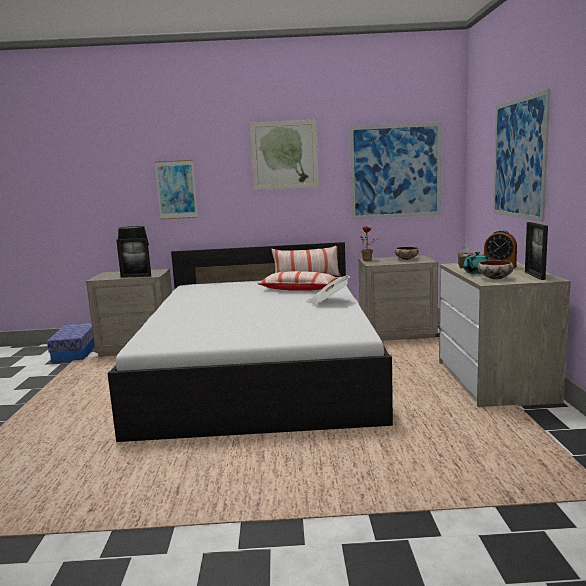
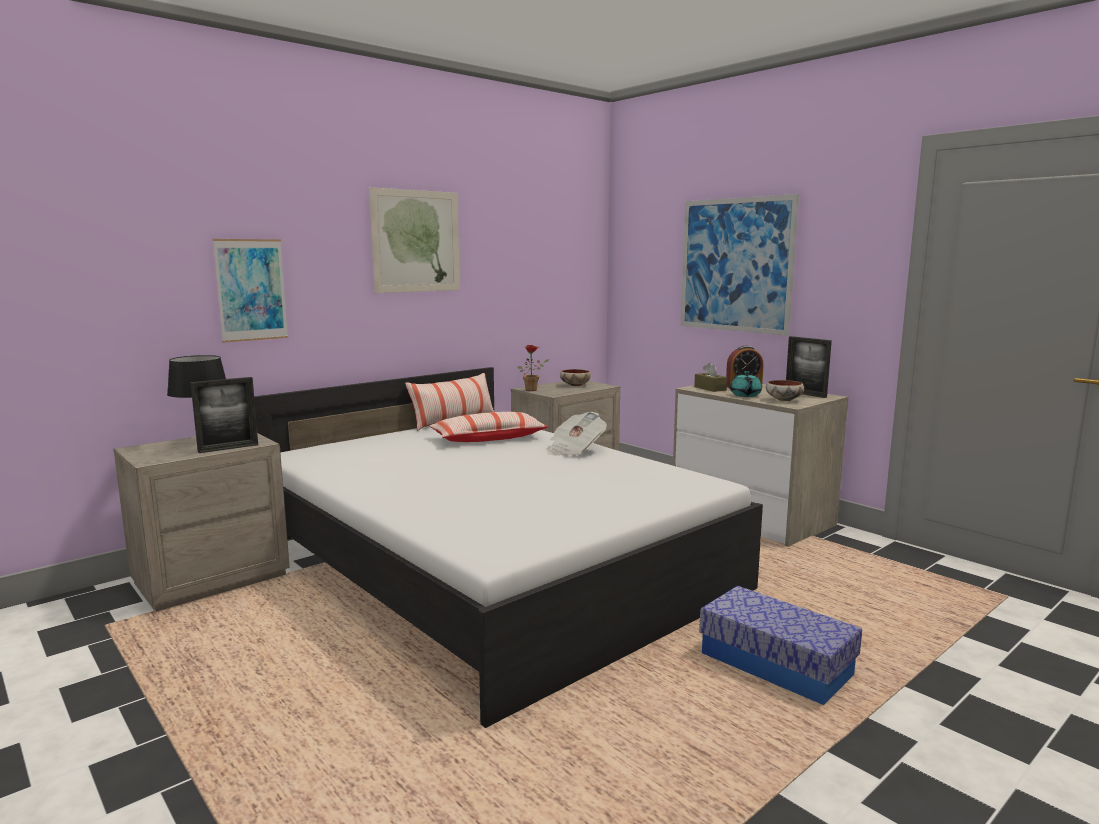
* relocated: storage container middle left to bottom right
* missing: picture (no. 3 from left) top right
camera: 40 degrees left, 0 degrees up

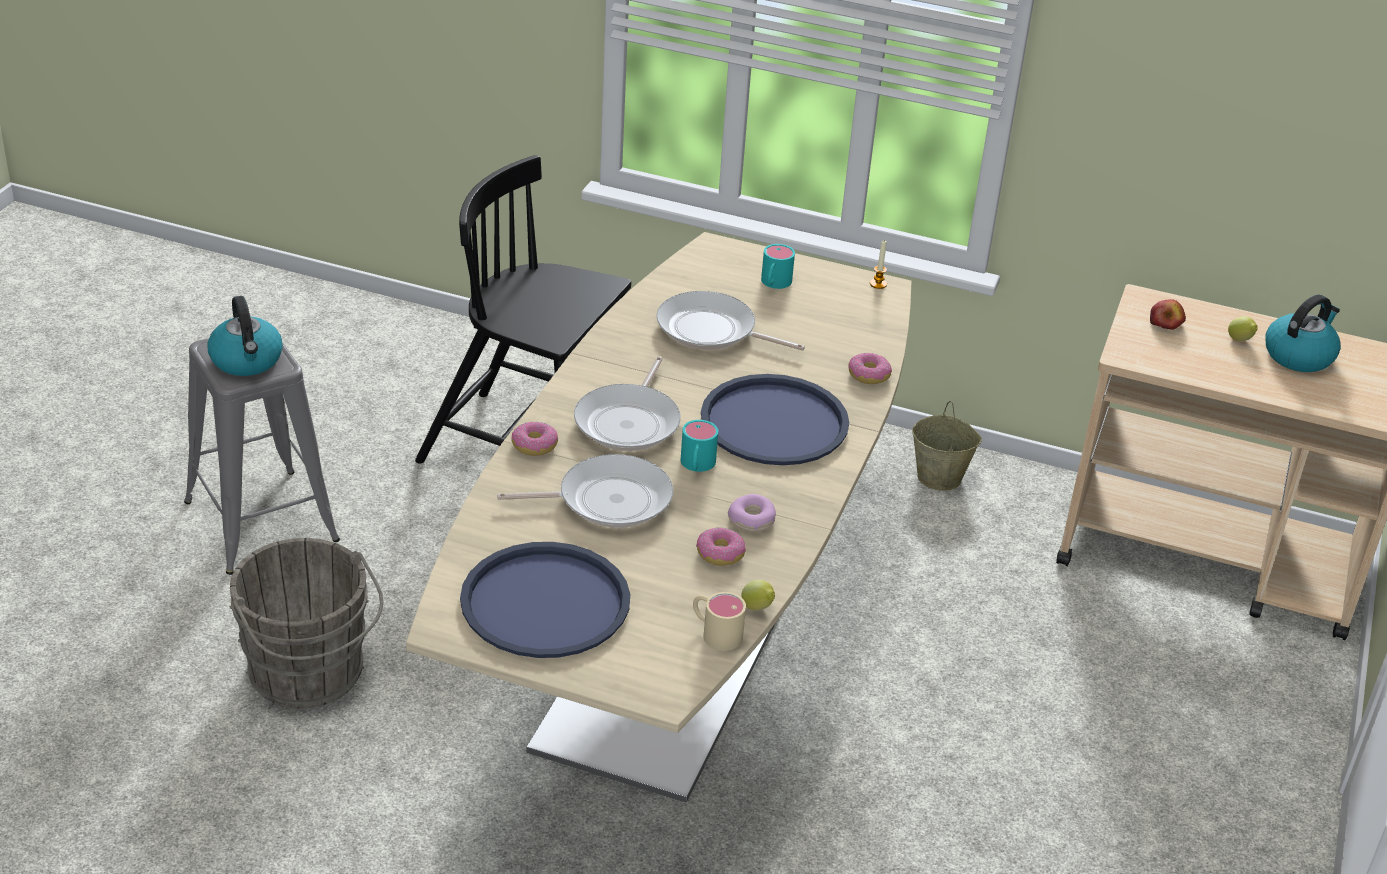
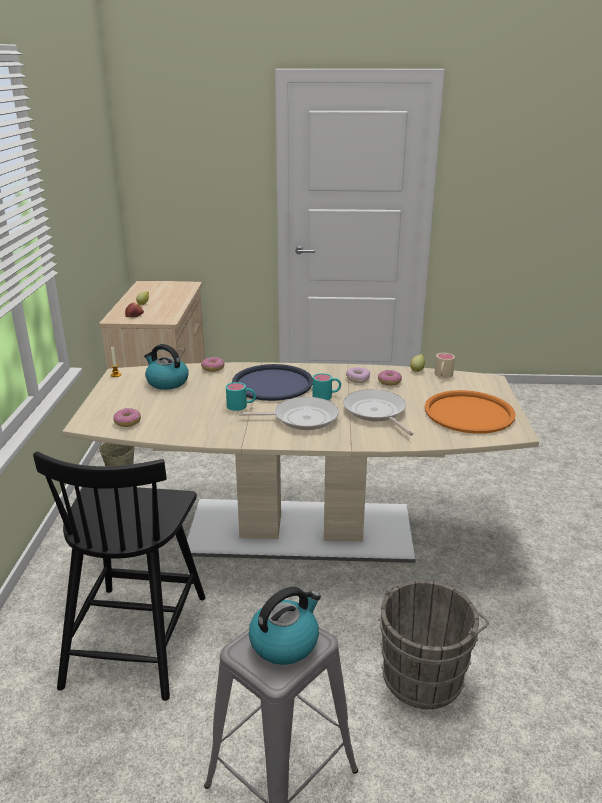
* colour: blue-coloured tray (no. 1 from left) bottom centre to orange tray middle right
* relocated: ring doughnut (no. 1 from left) centre to middle left
* missing: skillet (no. 3 from left) centre
* relocated: turquoise-coloured mug (no. 2 from left in the first image) top centre to turquoise-coloured mug (no. 1 from left) centre
* relocated: water kettle (no. 2 from left in the first image) middle right to water kettle (no. 1 from left) middle left
camera: 105 degrees left, 10 degrees down

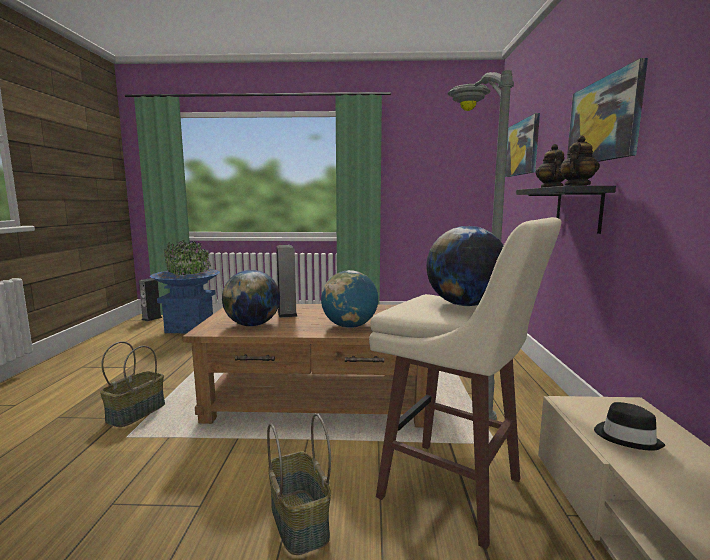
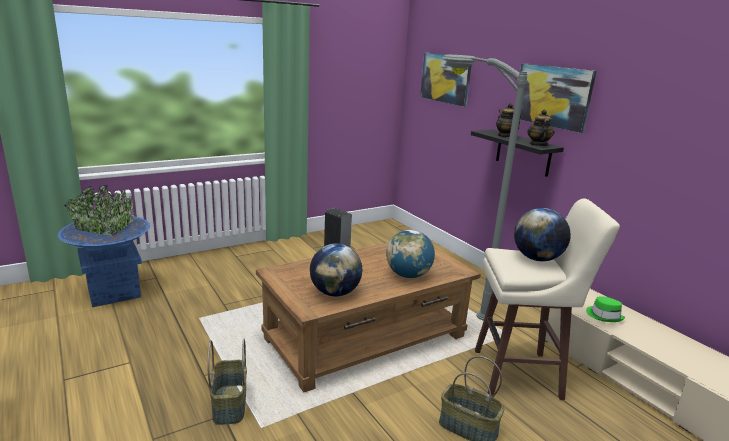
* missing: loudspeaker (no. 1 from left) middle left
* colour: blackish wearable hat bottom right to green wearable hat bottom right
camera: 35 degrees left, 10 degrees up

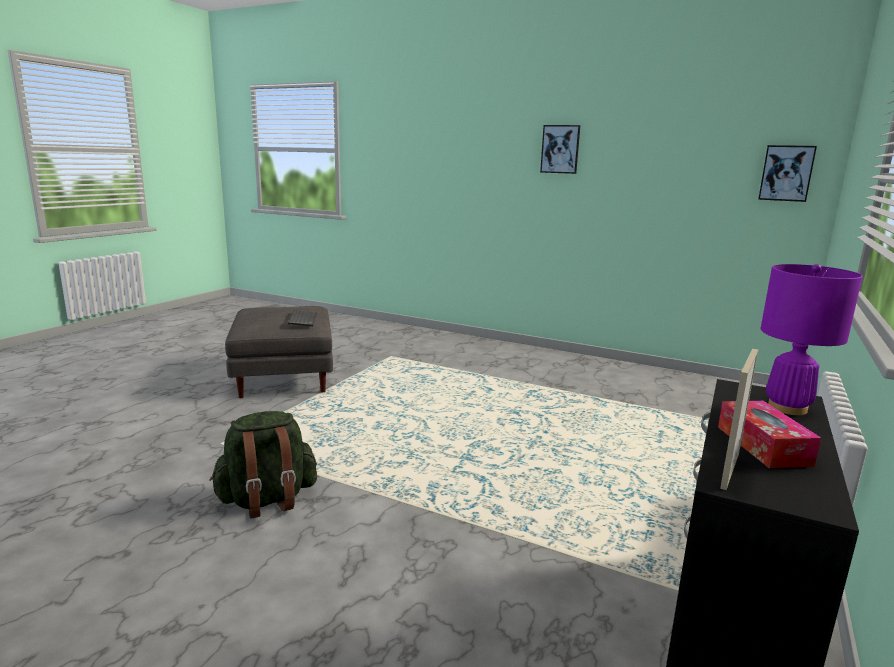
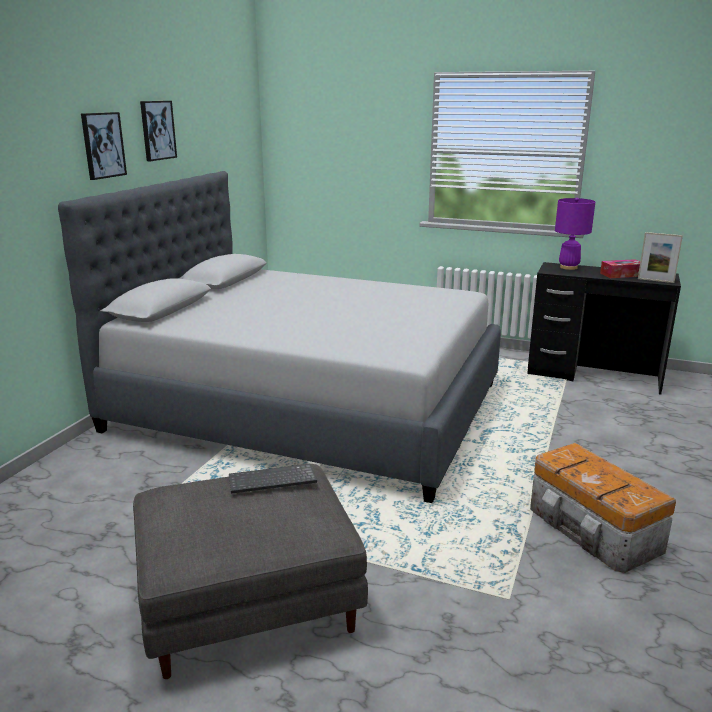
* exchanged: green knapsack bottom left to storage container bottom right
* relocated: picture (no. 2 from left) top right to top left
* appeared: gray bed centre
camera: 95 degrees left, 5 degrees up

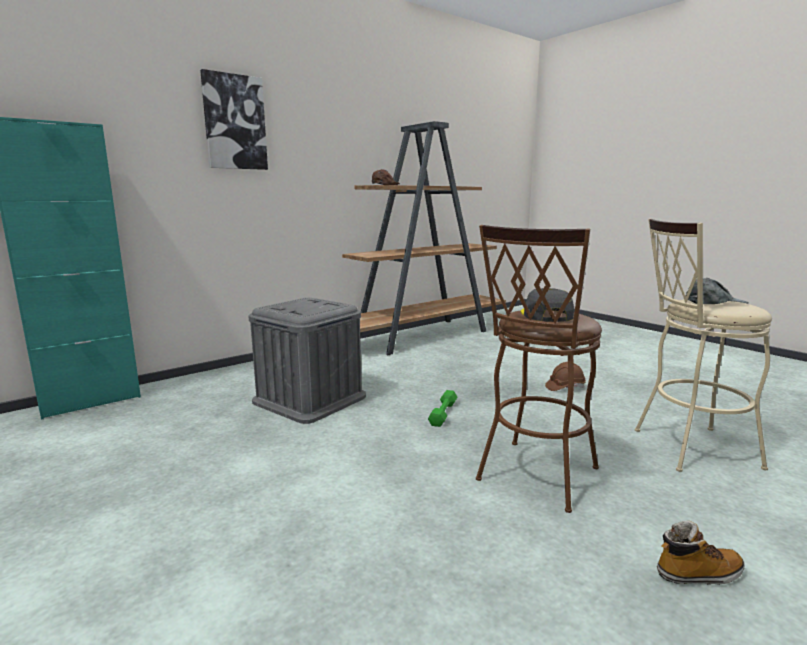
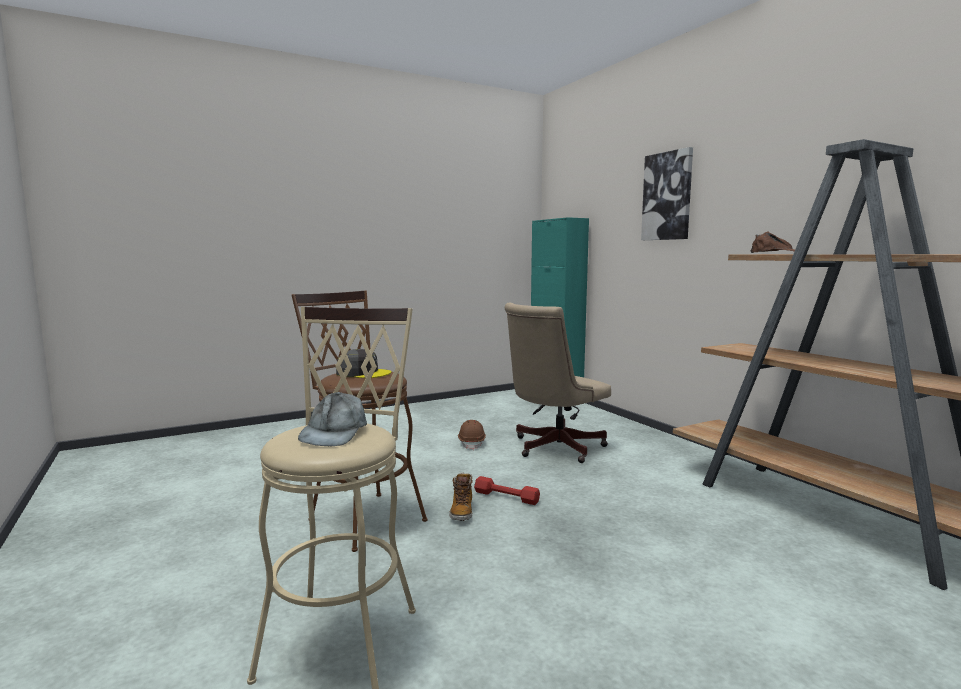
* exchanged: gray storage container centre to sand-coloured computer chair centre
* colour: green free weight centre to red free weight bottom centre
* relocated: brown-coloured work helmet middle right to centre
* relocated: tall boot bottom right to bottom centre
camera: 100 degrees right, 5 degrees down

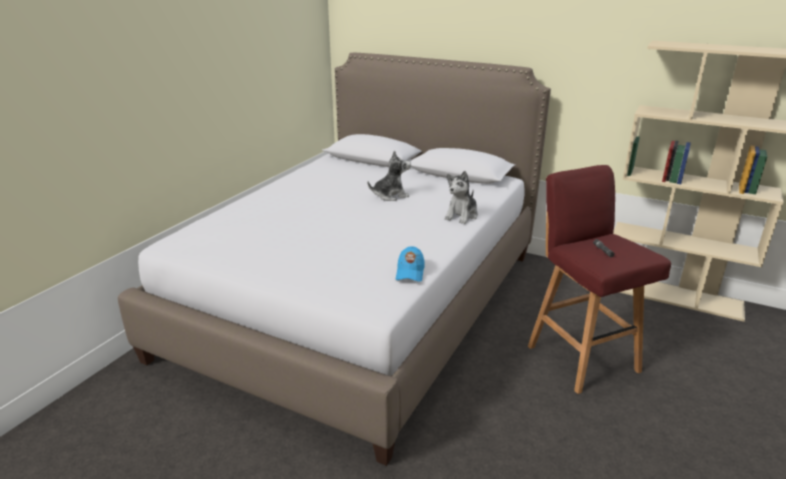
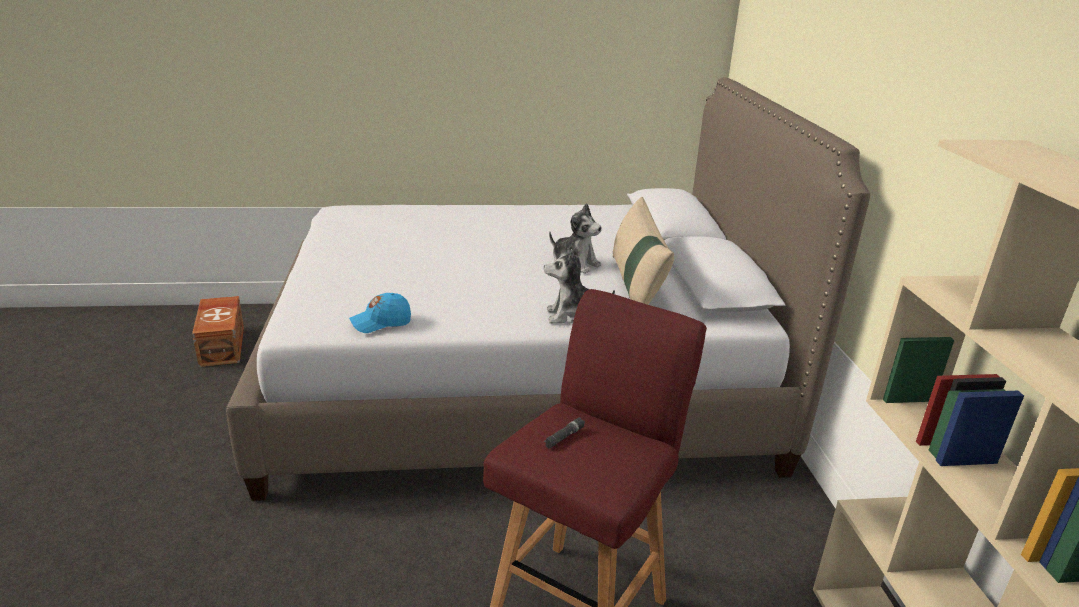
* appeared: brown-coloured storage container middle left
* appeared: sand-coloured throw pillow centre
camera: 55 degrees right, 0 degrees up

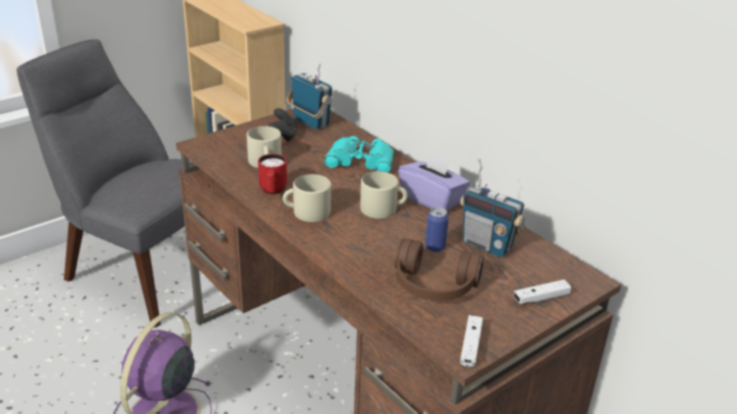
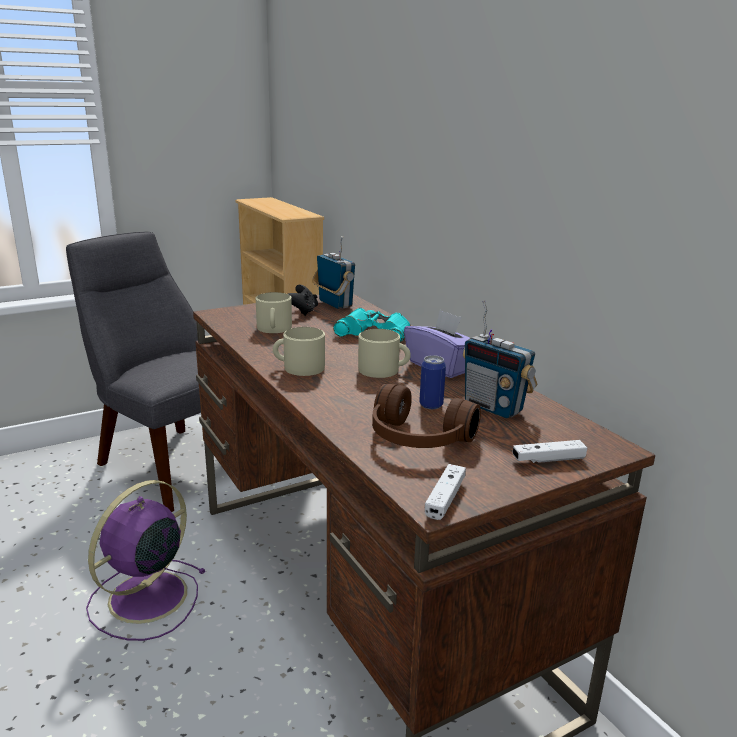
* missing: red mug centre
camera: 10 degrees right, 10 degrees down

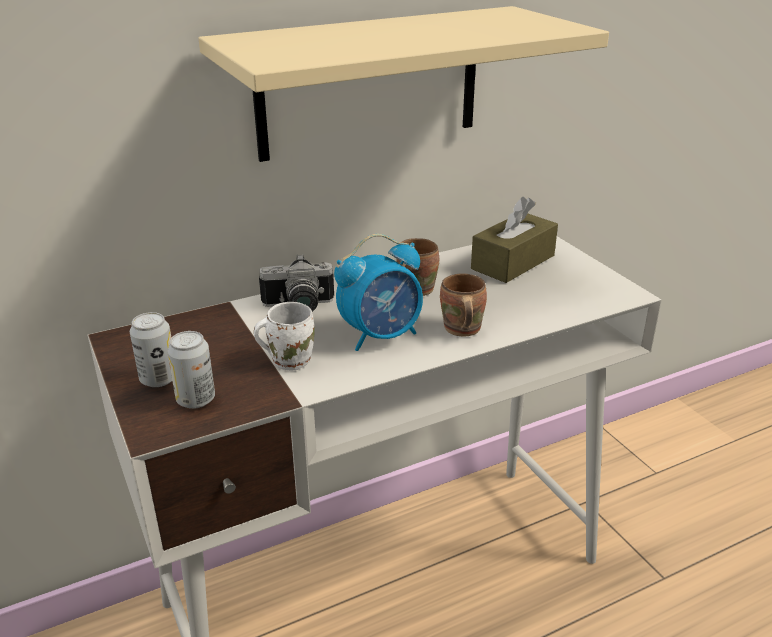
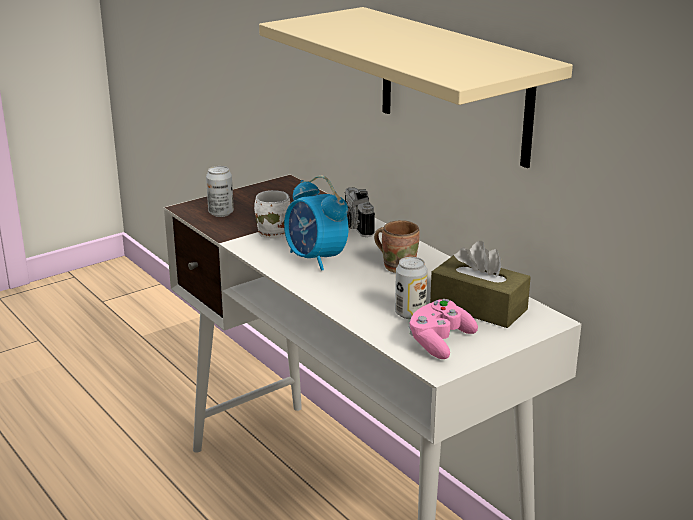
* relocated: metal can (no. 1 from left in the first image) middle left to metal can (no. 2 from left) centre
* missing: brown-coloured mug (no. 2 from left) centre
* appeared: pink joypad centre
camera: 80 degrees right, 5 degrees down

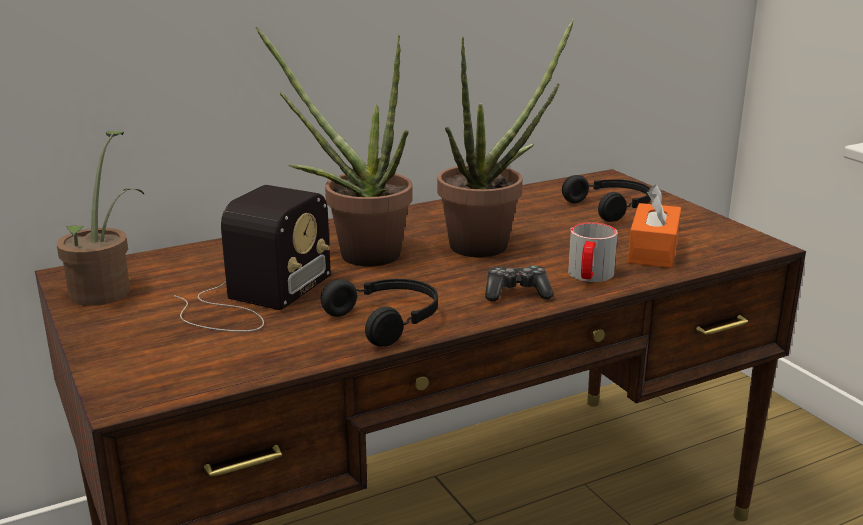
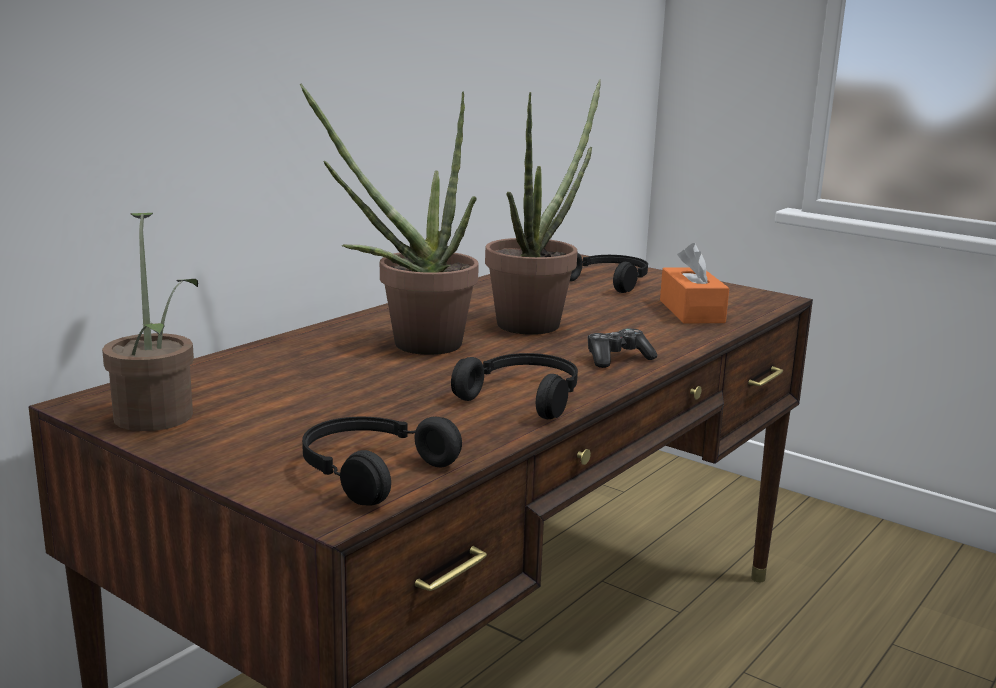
* missing: radio set middle left
* missing: mug middle right
* appeared: blackish headphones (no. 1 from left) bottom centre
camera: 25 degrees left, 5 degrees down

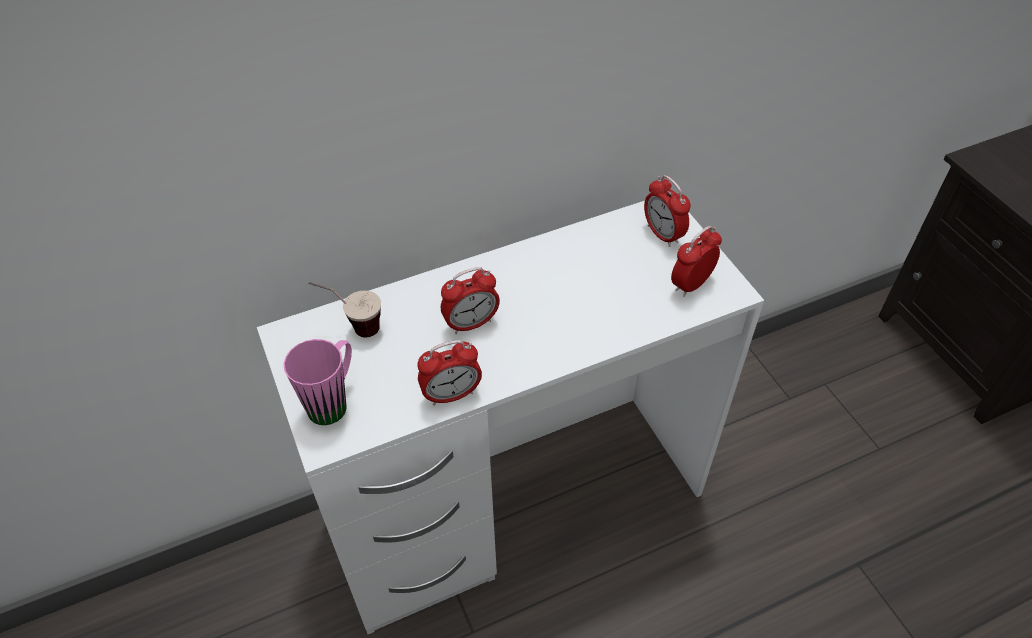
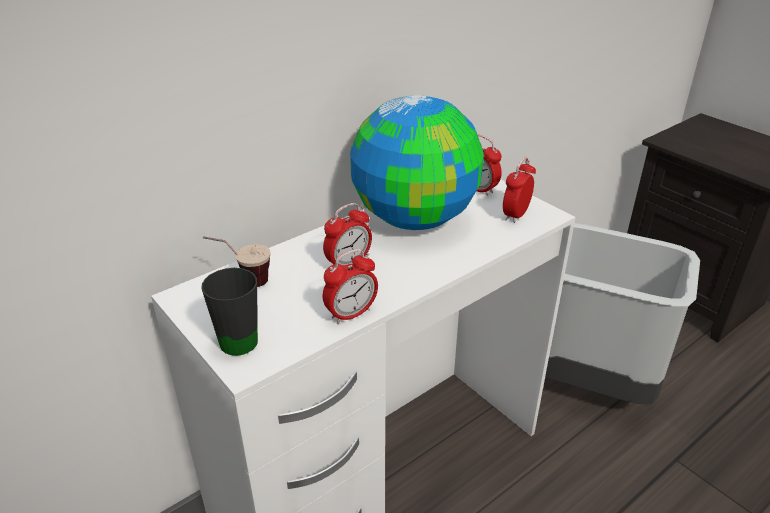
* colour: pink mug middle left to blackish mug middle left
* appeared: globe top centre
* appeared: gray waste bin middle right
camera: 15 degrees left, 15 degrees down

